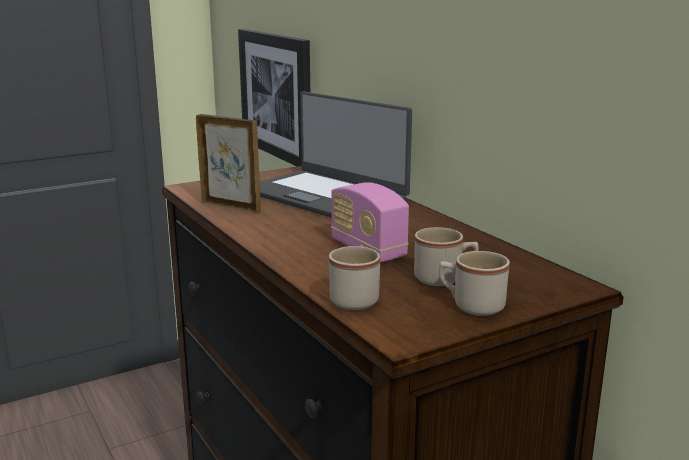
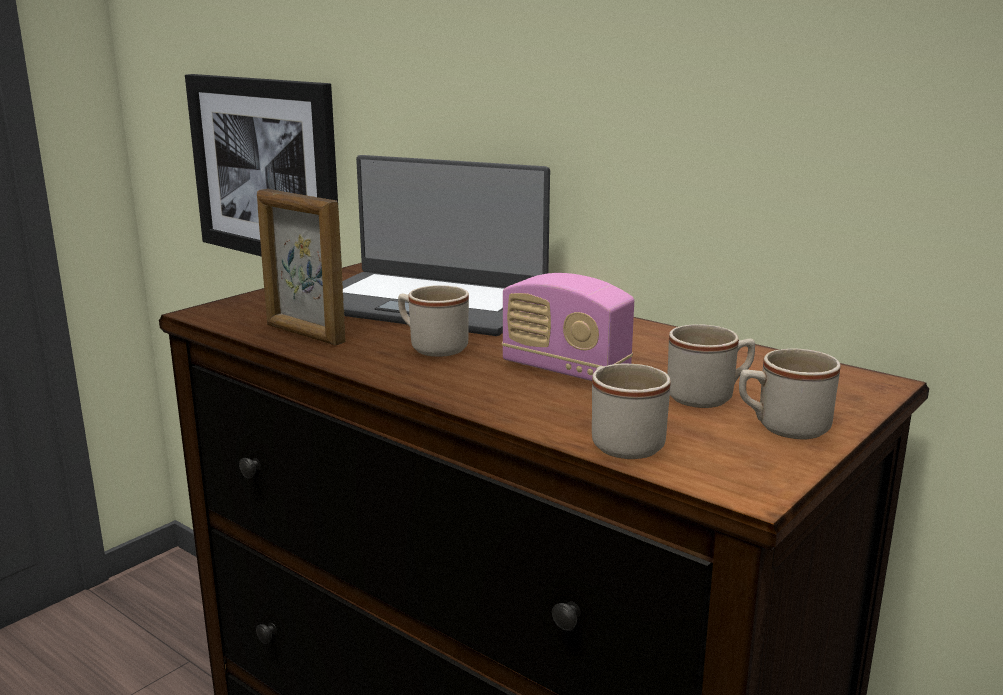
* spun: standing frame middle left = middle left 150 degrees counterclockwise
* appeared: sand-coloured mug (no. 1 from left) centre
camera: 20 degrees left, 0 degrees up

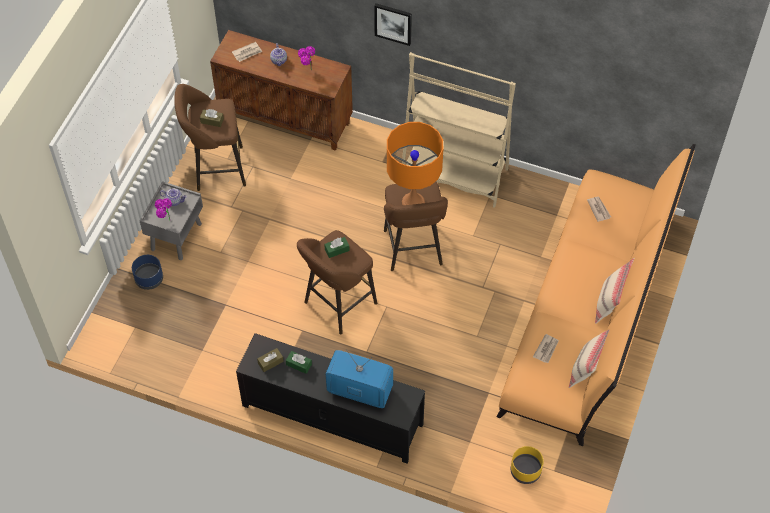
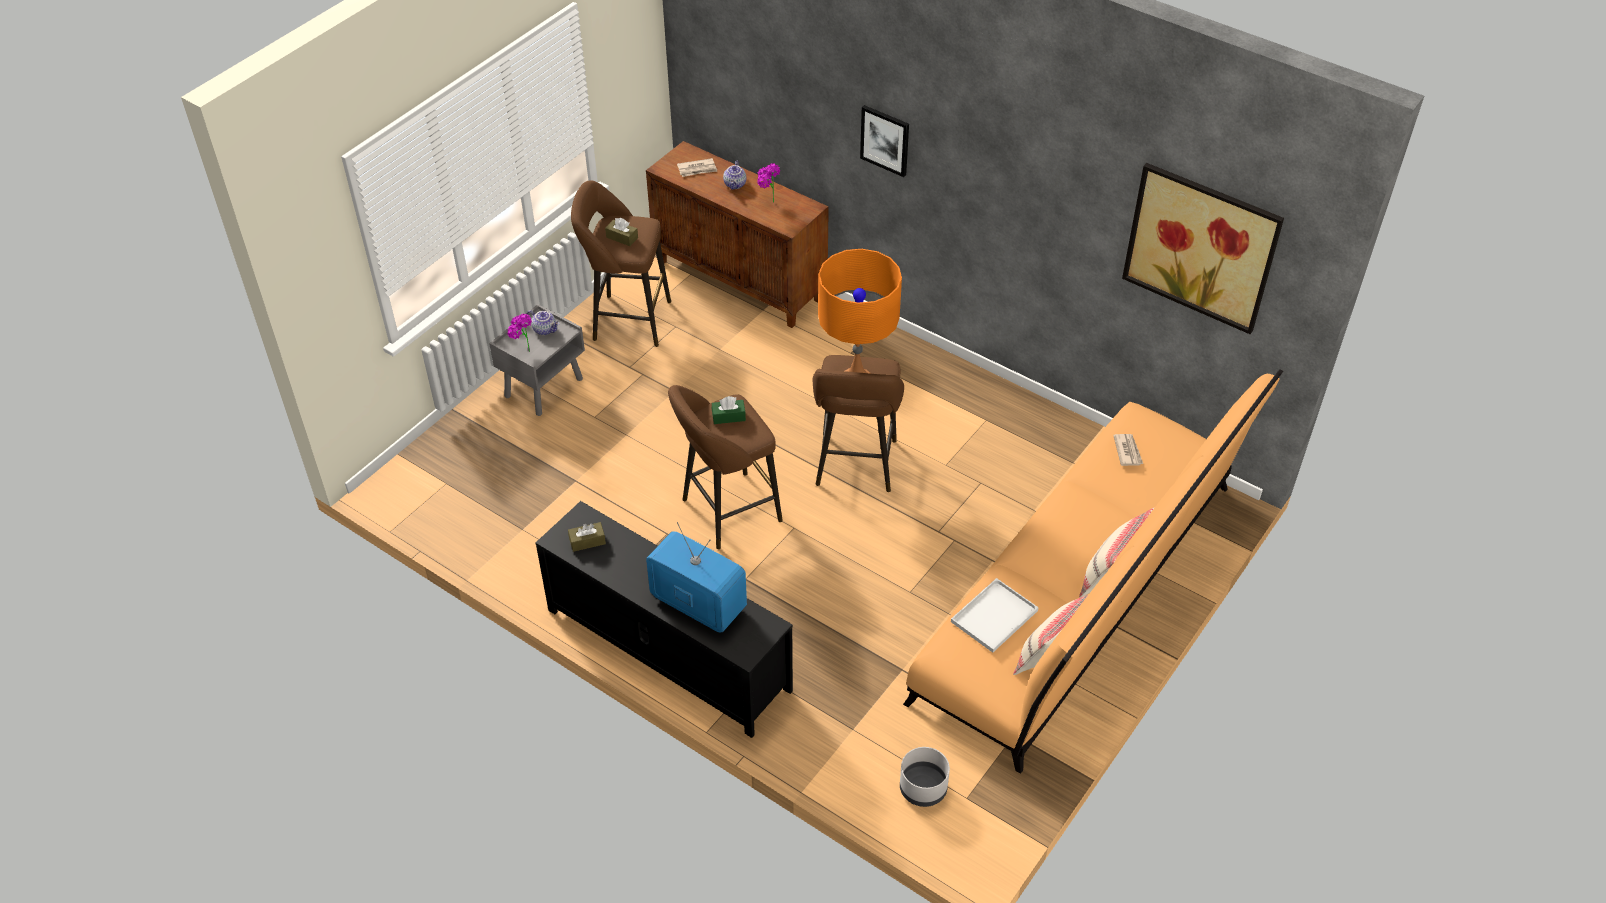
* missing: blue-coloured planter middle left
* missing: green tissue holder (no. 1 from left) bottom centre
* missing: sand-coloured bookcase top centre
* colour: yellow planter bottom right to gray planter bottom centre
* exchanged: newspaper (no. 2 from left) bottom right to whitish tray bottom centre
* appeared: picture (no. 2 from left) top right
camera: 15 degrees right, 10 degrees down

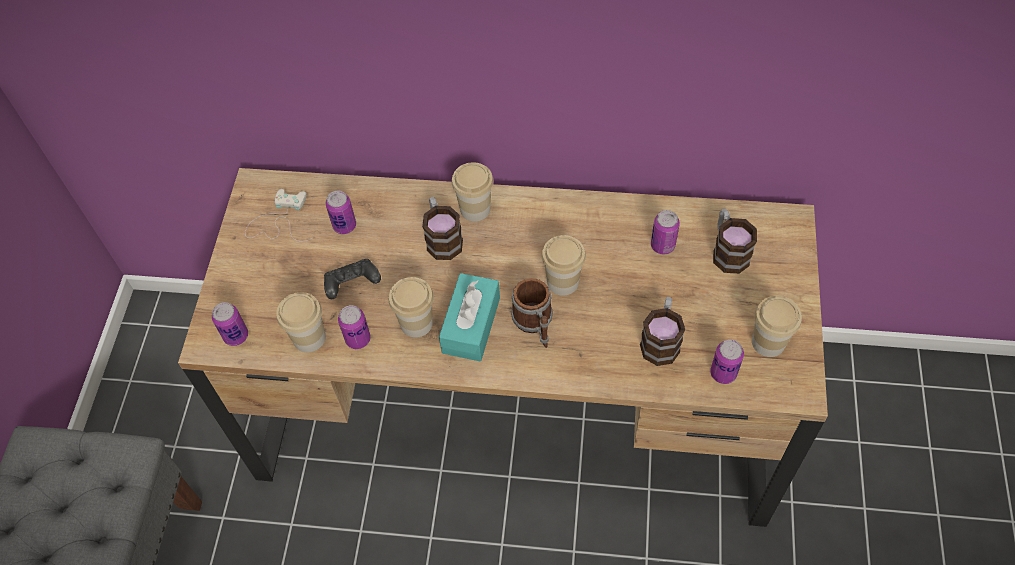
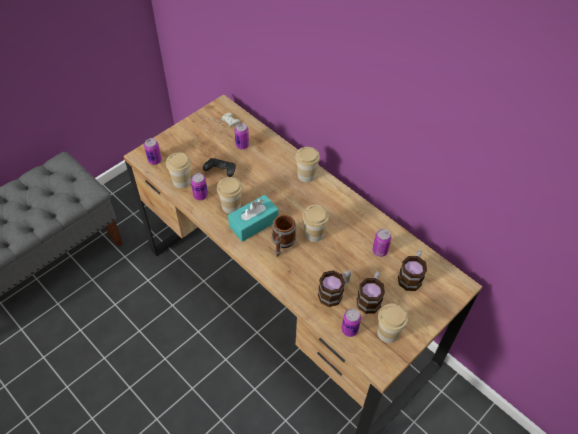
* relocated: mug (no. 1 from left in the first image) centre to mug (no. 3 from left) bottom centre
camera: 35 degrees right, 5 degrees down

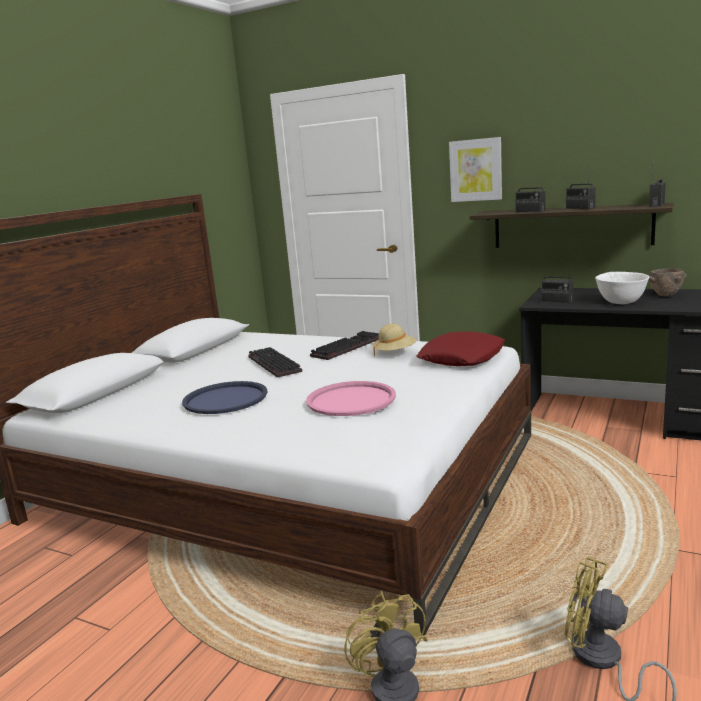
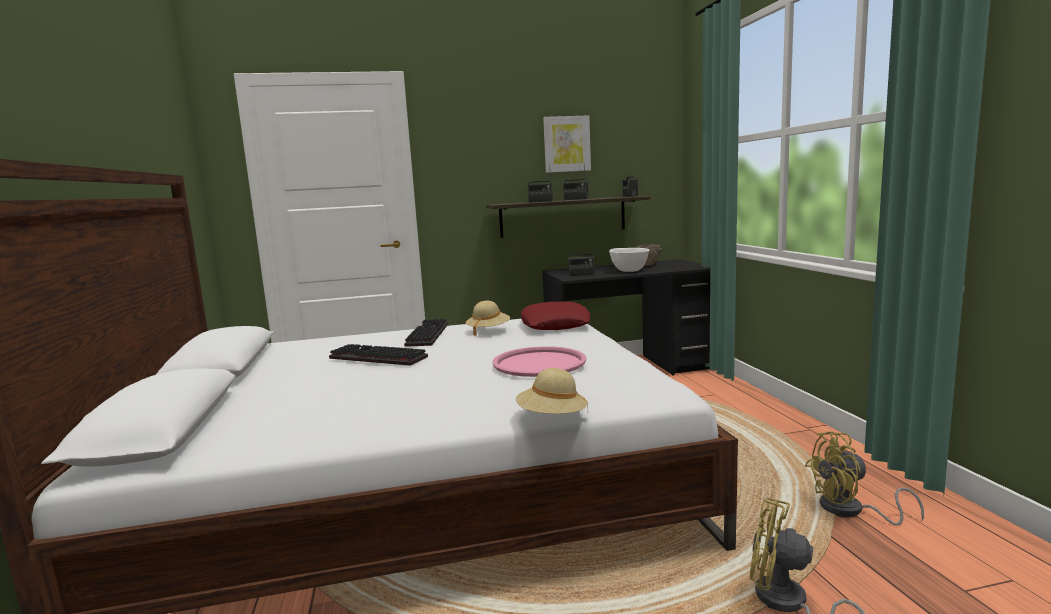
* missing: blue-coloured tray middle left
* relocated: picture top right to top centre
* appeared: sand-coloured wearable hat (no. 2 from left) centre
camera: 40 degrees left, 5 degrees down

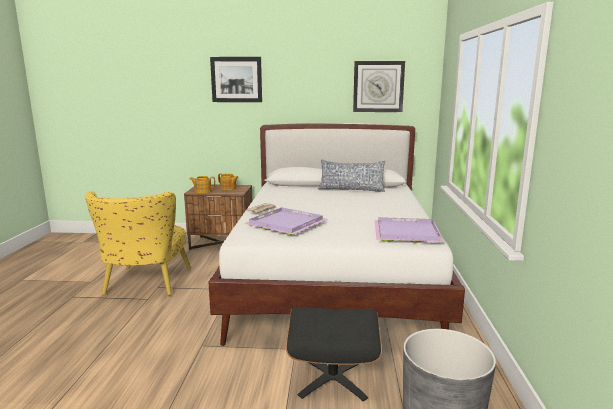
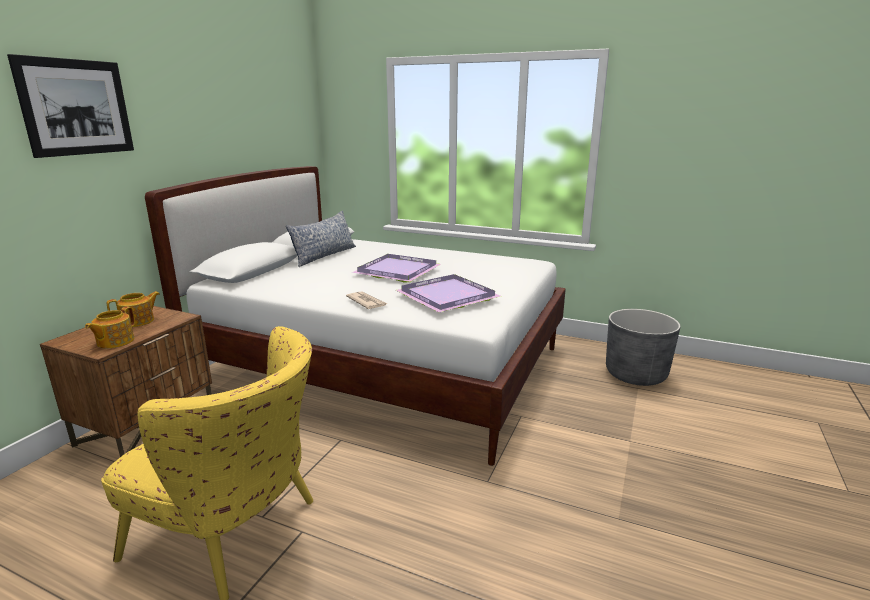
* missing: blackish pouffe bottom centre
* missing: hanging clock top centre
* relocated: purple tray (no. 2 from left in the first image) middle right to purple tray (no. 1 from left) centre
camera: 70 degrees left, 5 degrees up

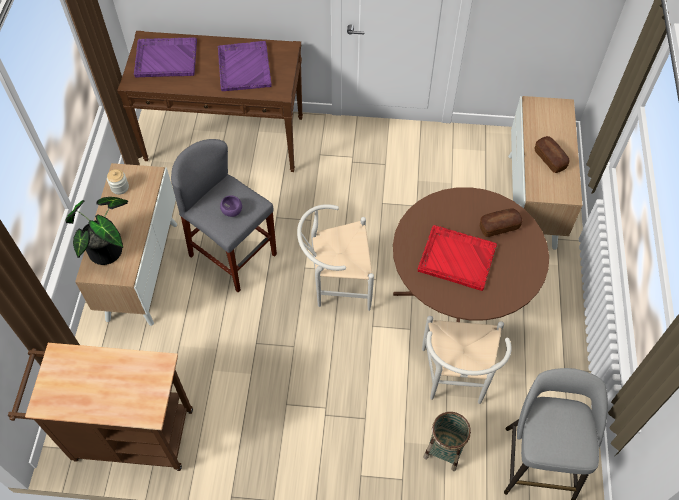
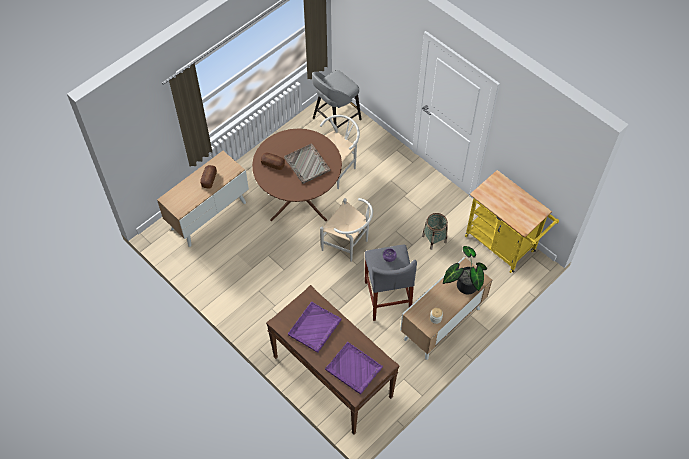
* colour: brown-coloured cart bottom left to yellow cart middle right
* colour: red tray middle right to gray tray centre
* relocated: household basket bottom centre to centre
camera: 140 degrees left, 0 degrees up

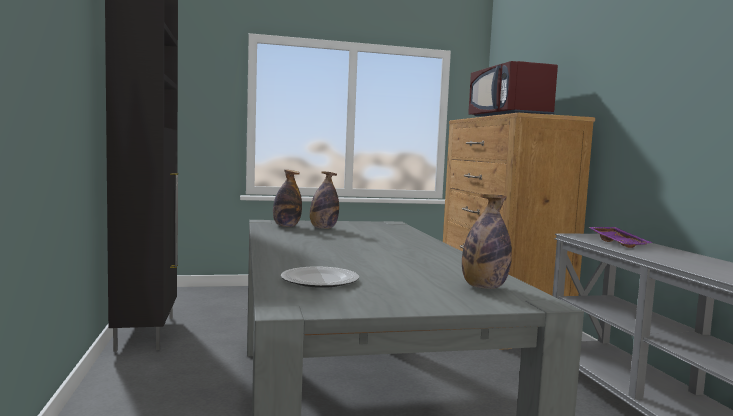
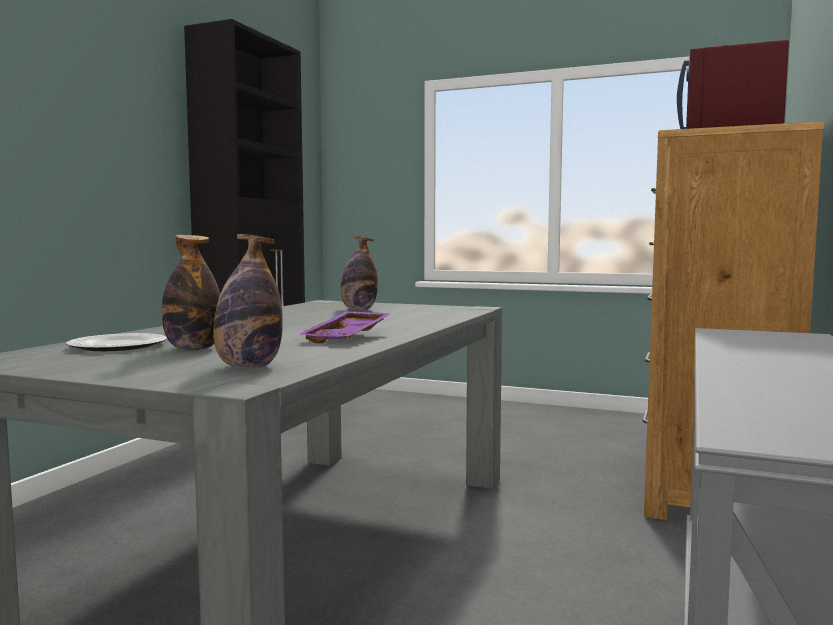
* relocated: drink bottle (no. 1 from left) centre to middle left
* relocated: purple tray middle right to centre
camera: 35 degrees right, 0 degrees up

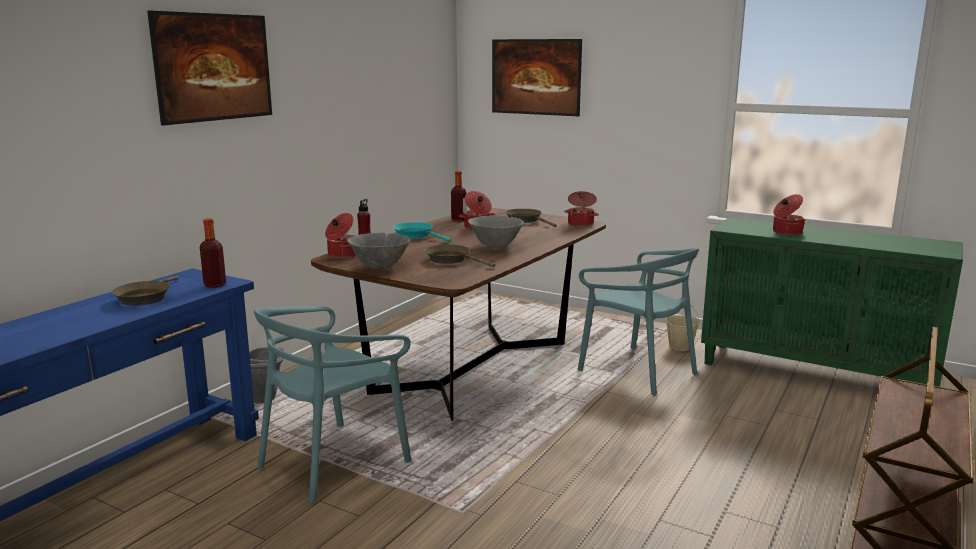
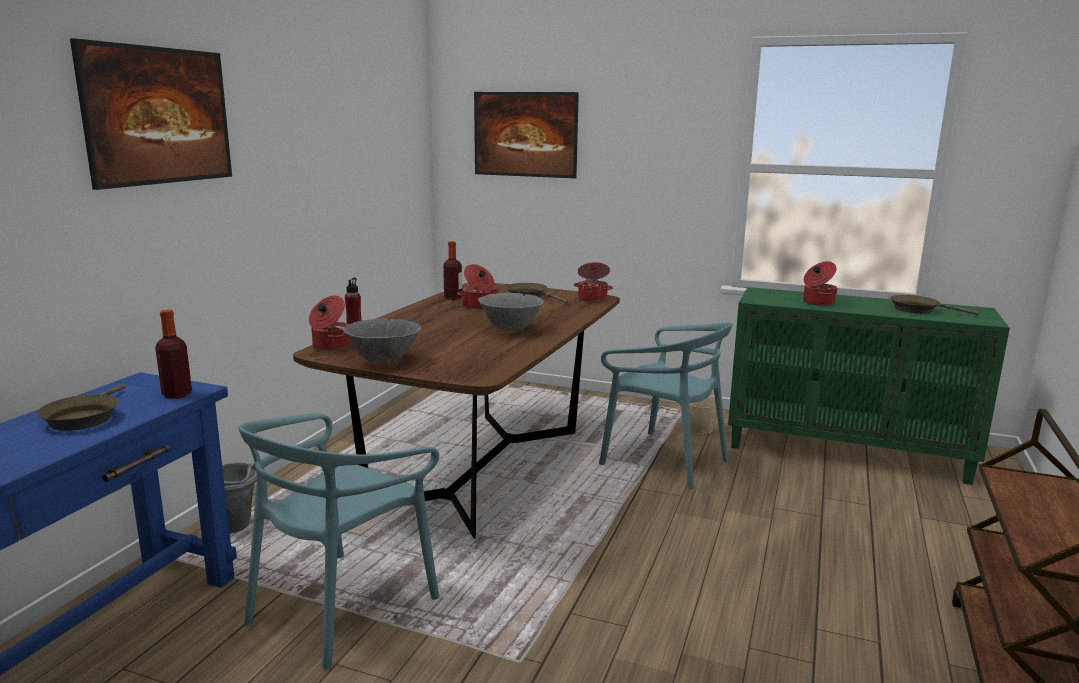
* missing: turquoise-coloured skillet centre
* relocated: brown-coloured skillet (no. 2 from left in the first image) centre to brown-coloured skillet (no. 3 from left) middle right
camera: 10 degrees left, 0 degrees up

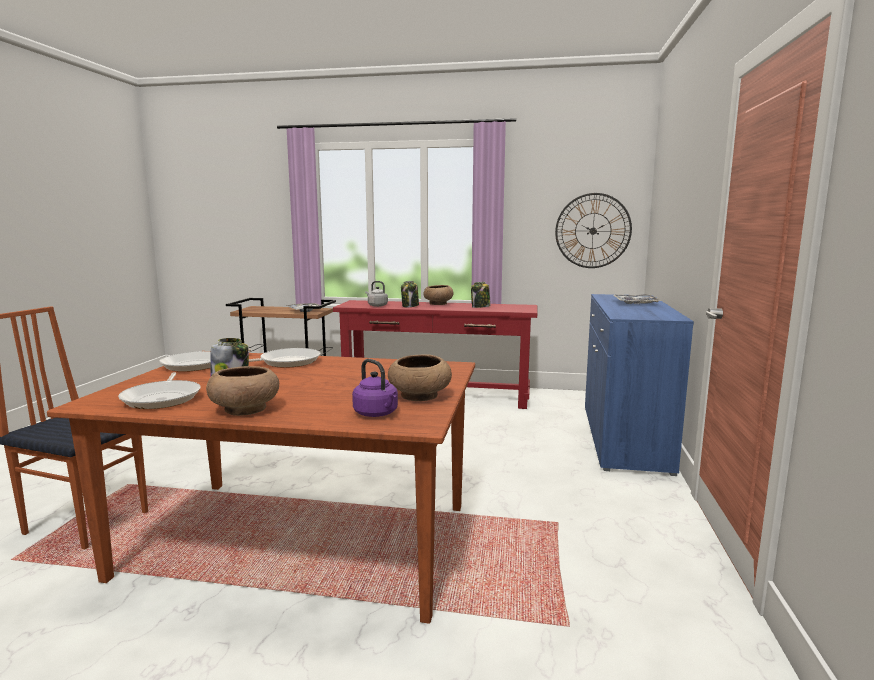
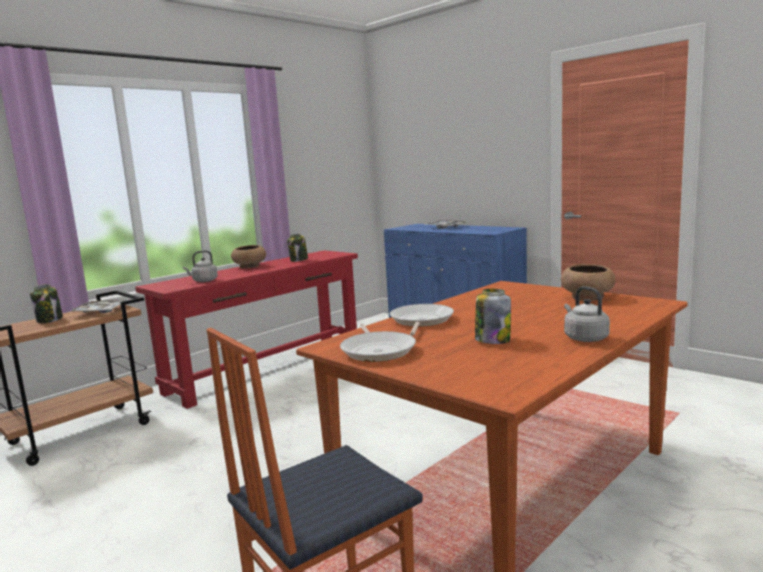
* missing: skillet (no. 1 from left) middle left
* exchanged: brown-coloured bowl (no. 1 from left) middle left to gray water kettle (no. 2 from left) middle right
* missing: purple water kettle centre
* relocated: jar (no. 2 from left in the first image) centre to jar (no. 1 from left) middle left
* missing: hanging clock middle right
camera: 55 degrees left, 0 degrees up

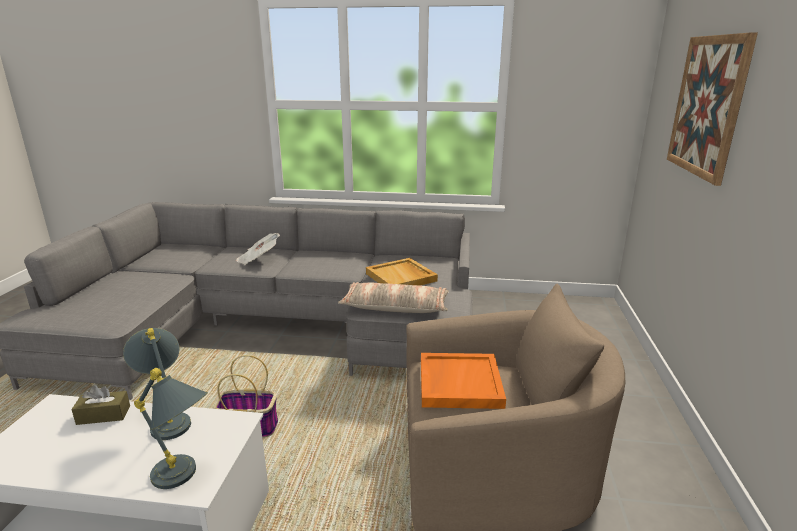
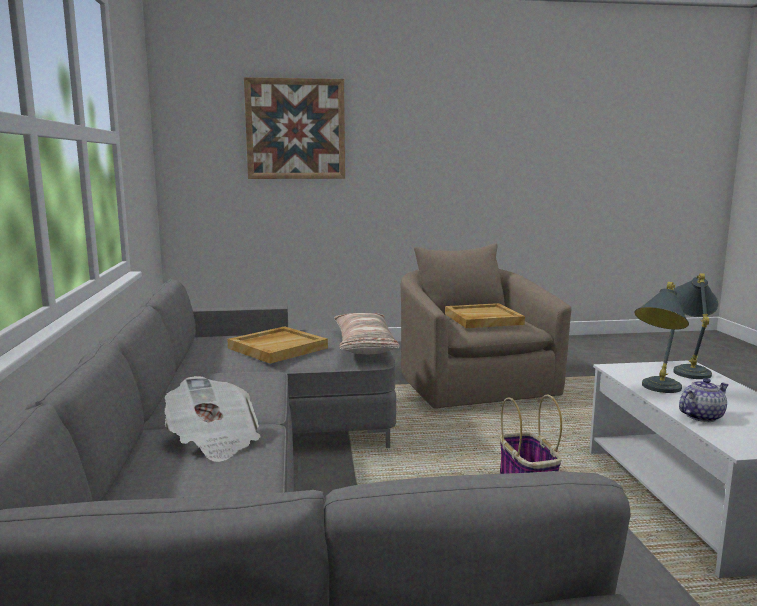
* exchanged: brown-coloured tissue holder bottom left to tea pot middle right
* colour: orange tray bottom centre to sand-coloured tray (no. 2 from left) centre
camera: 105 degrees left, 10 degrees down

